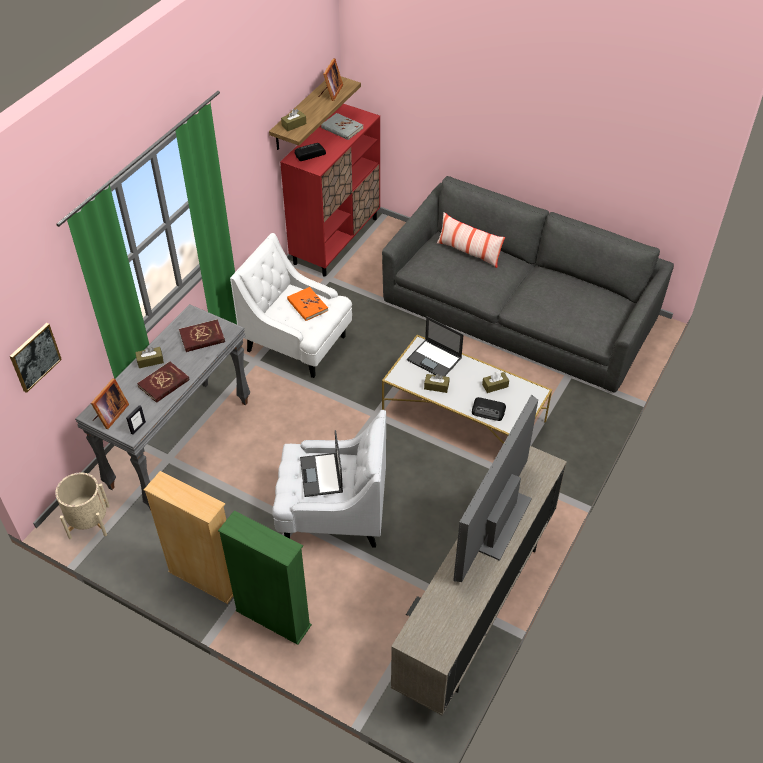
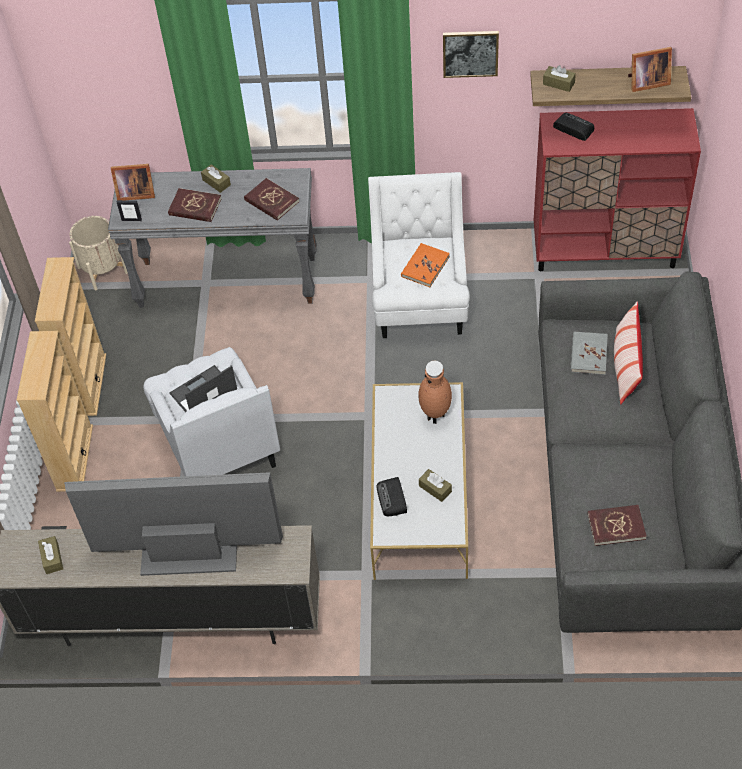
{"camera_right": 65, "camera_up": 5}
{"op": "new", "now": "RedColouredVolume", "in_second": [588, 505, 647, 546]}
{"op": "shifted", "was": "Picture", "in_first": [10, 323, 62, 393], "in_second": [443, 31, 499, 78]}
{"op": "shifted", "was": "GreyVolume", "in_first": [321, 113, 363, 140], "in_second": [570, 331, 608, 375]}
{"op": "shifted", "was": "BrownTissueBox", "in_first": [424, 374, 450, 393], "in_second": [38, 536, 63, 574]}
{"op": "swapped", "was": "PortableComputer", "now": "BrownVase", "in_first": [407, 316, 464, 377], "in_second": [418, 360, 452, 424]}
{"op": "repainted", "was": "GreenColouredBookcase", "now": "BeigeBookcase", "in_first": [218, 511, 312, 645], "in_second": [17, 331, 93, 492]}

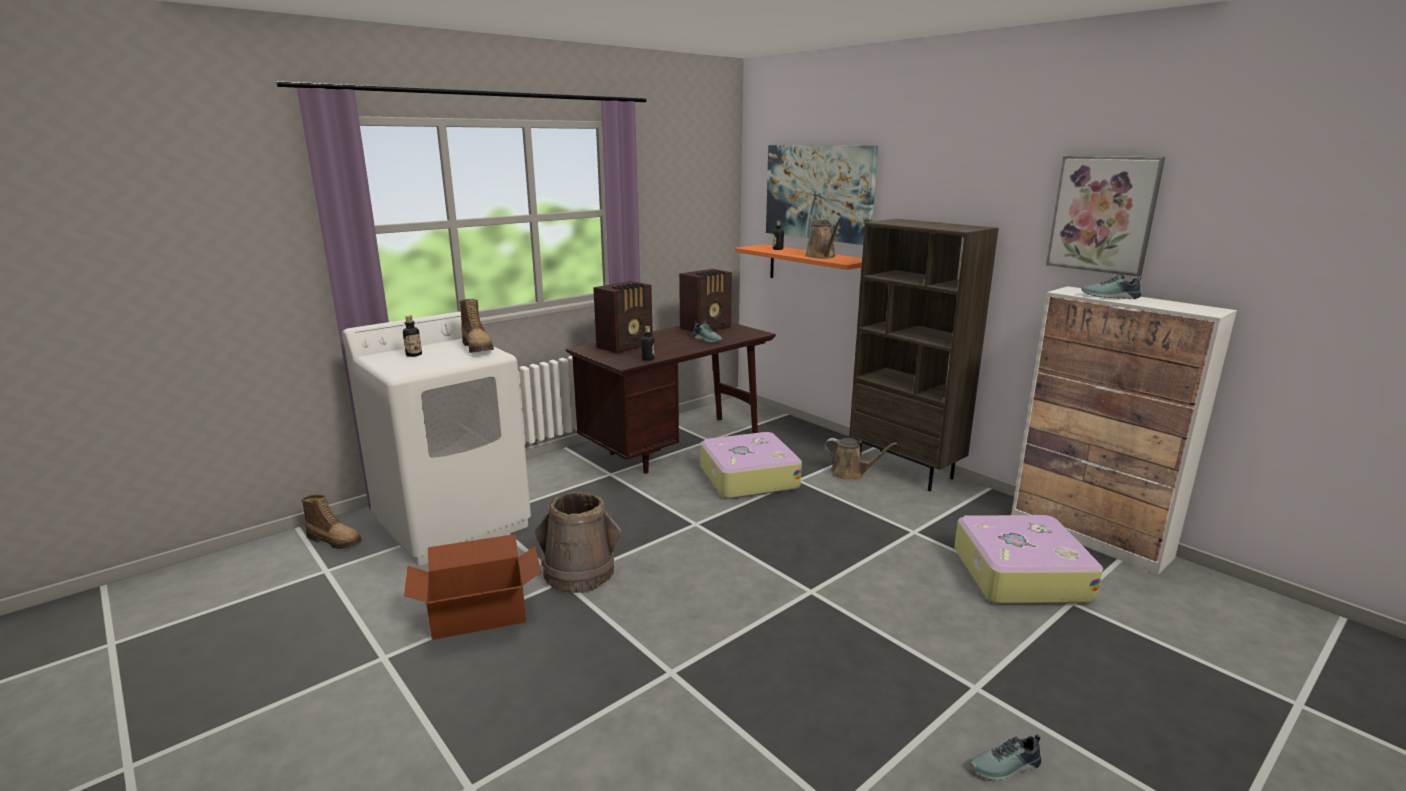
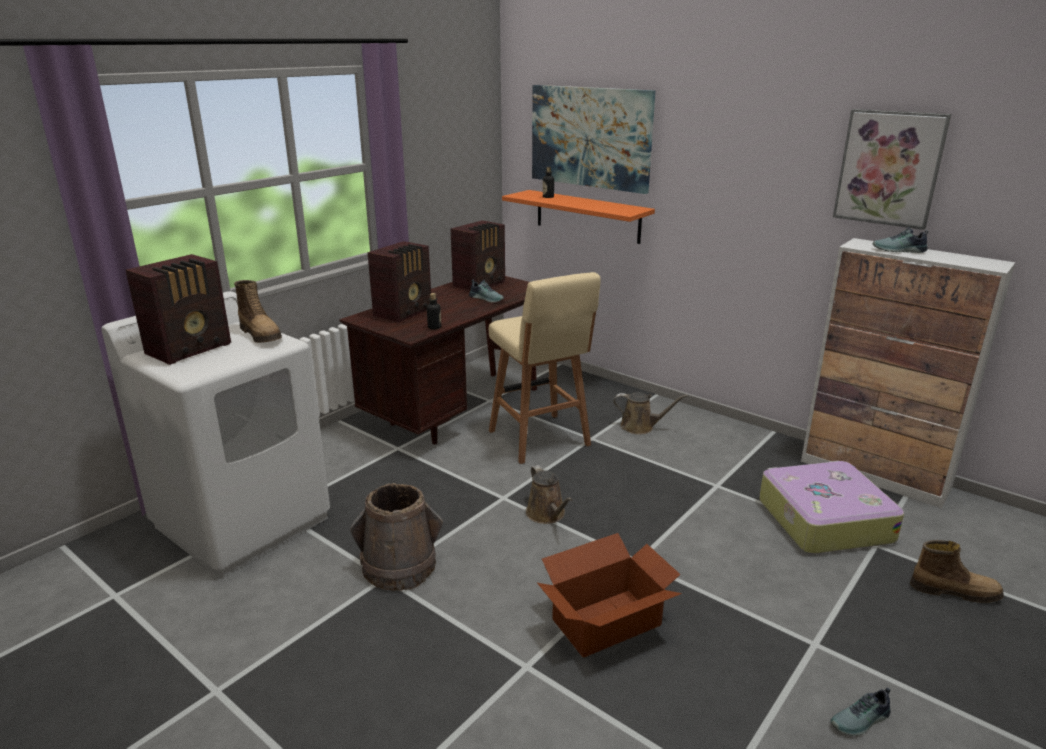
{"camera_right": -10, "camera_up": 5}
{"op": "gone", "was": "BrownBookcase", "in_first": [849, 219, 999, 491]}
{"op": "shifted", "was": "HighTopBoot", "in_first": [301, 494, 362, 549], "in_second": [910, 540, 1004, 603]}
{"op": "shifted", "was": "PackingBox", "in_first": [404, 534, 541, 640], "in_second": [537, 533, 682, 658]}
{"op": "shifted", "was": "BrownWateringCan", "in_first": [805, 220, 841, 258], "in_second": [526, 465, 573, 524]}
{"op": "swapped", "was": "Bottle", "now": "RadioSet", "in_first": [403, 316, 422, 357], "in_second": [125, 254, 231, 365]}
{"op": "swapped", "was": "TravelCase", "now": "BeigeStoolSeat", "in_first": [700, 432, 802, 499], "in_second": [489, 272, 601, 464]}

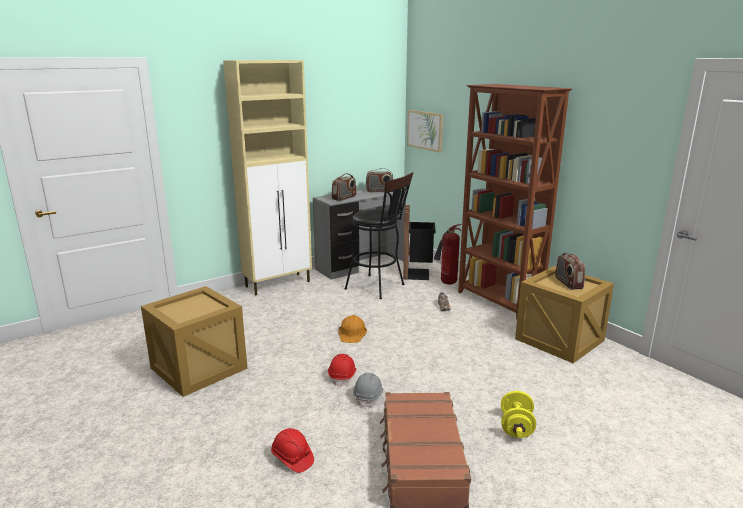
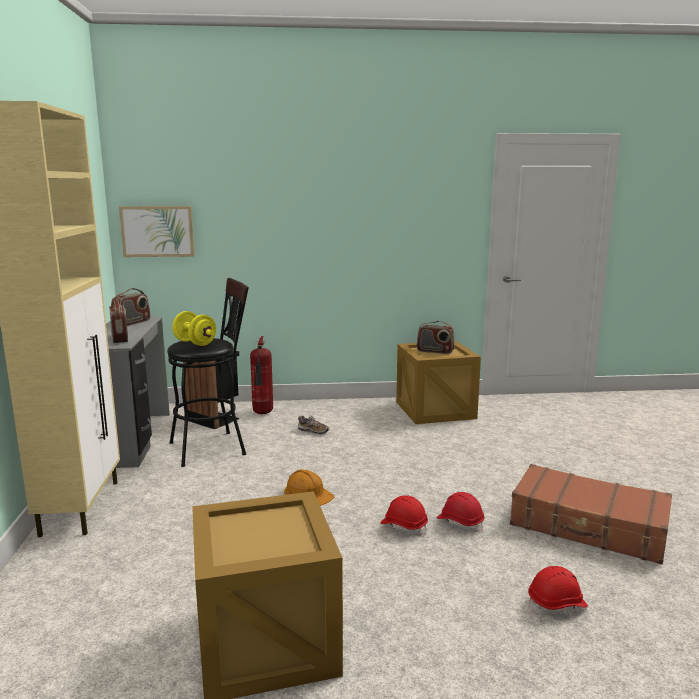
{"camera_right": -60, "camera_up": -5}
{"op": "gone", "was": "BrownBookcase", "in_first": [458, 84, 572, 320]}
{"op": "shifted", "was": "YellowColouredDumbbell", "in_first": [501, 391, 536, 438], "in_second": [172, 311, 216, 346]}
{"op": "repainted", "was": "GreySafetyHelmet", "now": "RedColouredSafetyHelmet", "in_first": [353, 373, 384, 409], "in_second": [437, 492, 485, 533]}

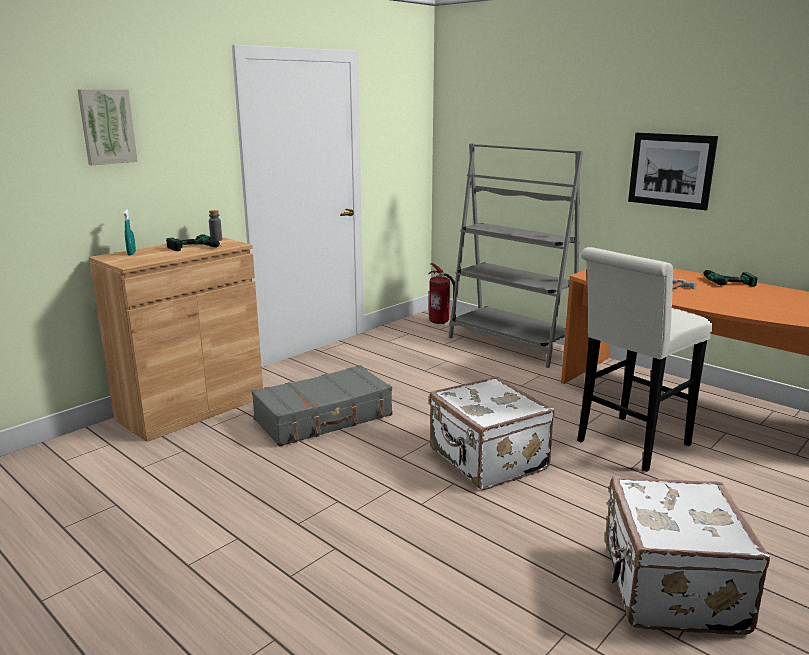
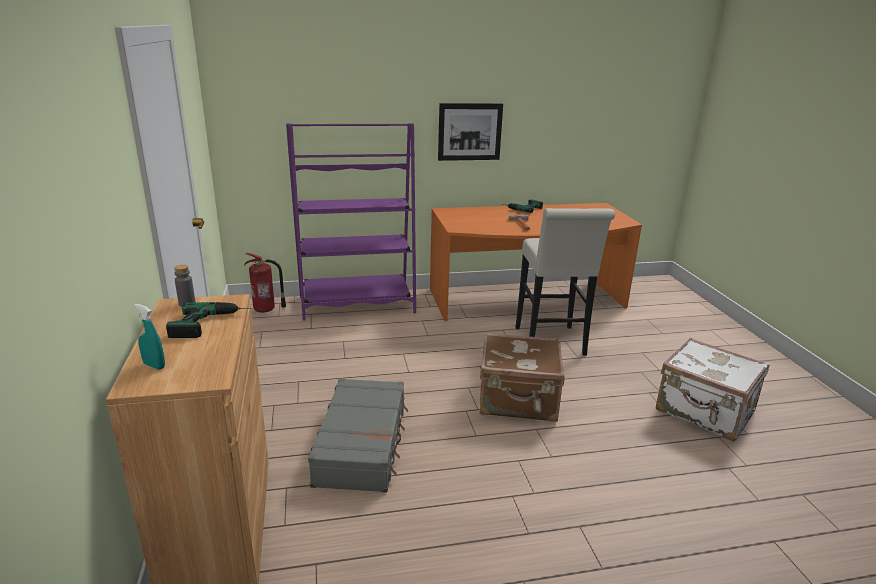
{"camera_right": -55, "camera_up": 5}
{"op": "gone", "was": "Picture", "in_first": [78, 89, 138, 165]}
{"op": "repainted", "was": "WhiteTravelCase", "now": "BrownTravelCase", "in_first": [429, 376, 554, 490], "in_second": [480, 333, 565, 422]}
{"op": "repainted", "was": "GreyBookcase", "now": "PurpleColouredBookcase", "in_first": [449, 143, 583, 368], "in_second": [286, 123, 416, 321]}

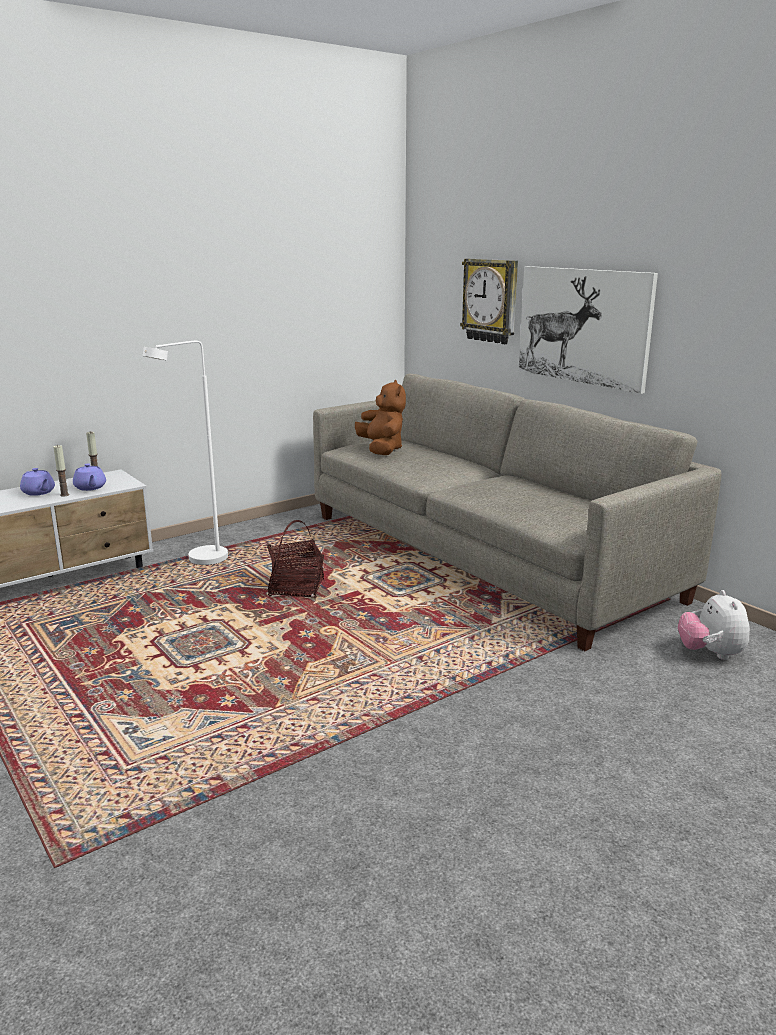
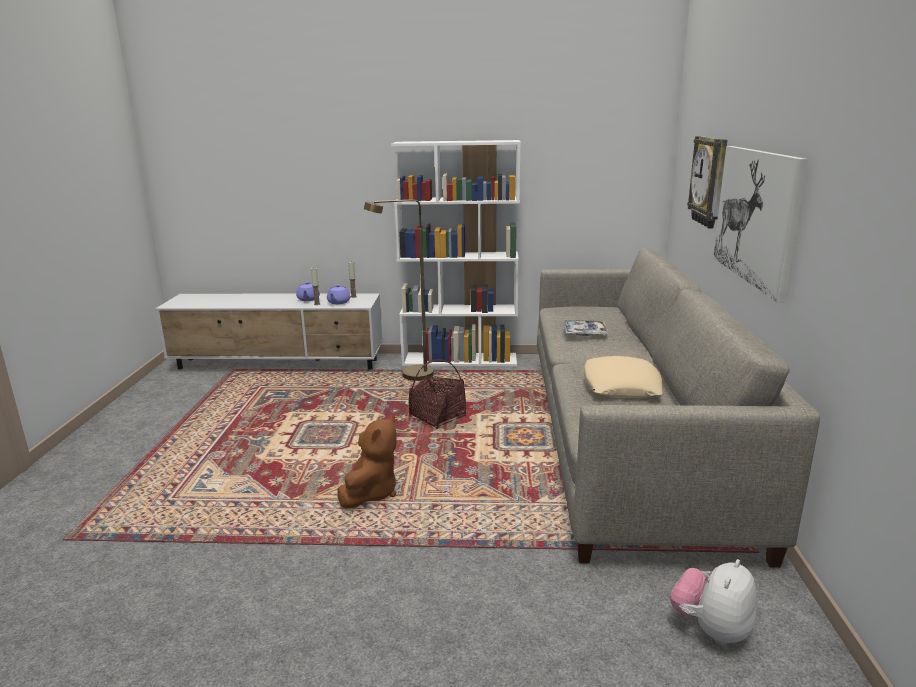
{"camera_right": 40, "camera_up": 0}
{"op": "new", "now": "WhiteBookcase", "in_second": [391, 140, 521, 366]}
{"op": "new", "now": "CarryingTray", "in_second": [564, 320, 609, 336]}
{"op": "new", "now": "BeigePillow", "in_second": [584, 356, 663, 398]}
{"op": "shifted", "was": "BrownPlushToy", "in_first": [355, 380, 406, 455], "in_second": [337, 416, 397, 508]}
{"op": "repainted", "was": "WhiteStandingLamp", "now": "BrownStandingLamp", "in_first": [143, 341, 228, 565], "in_second": [364, 200, 434, 381]}

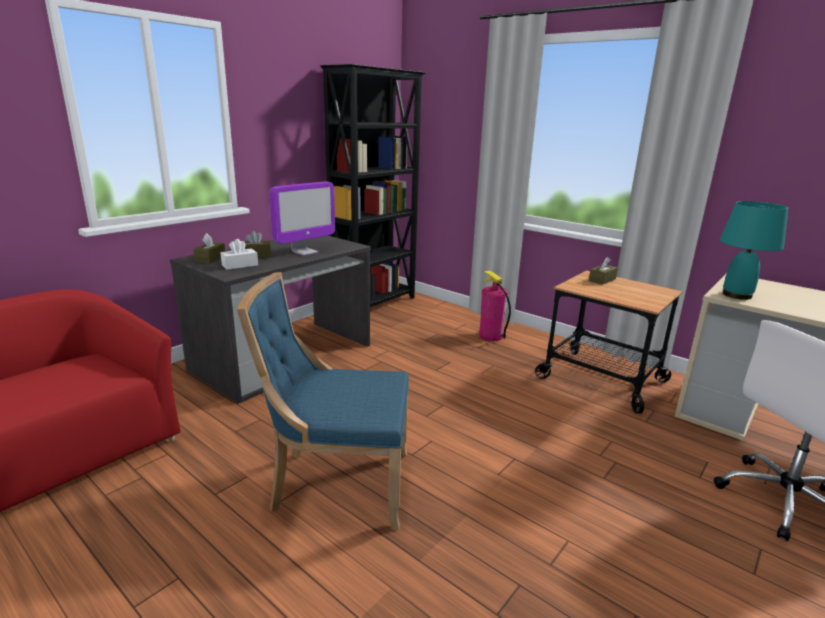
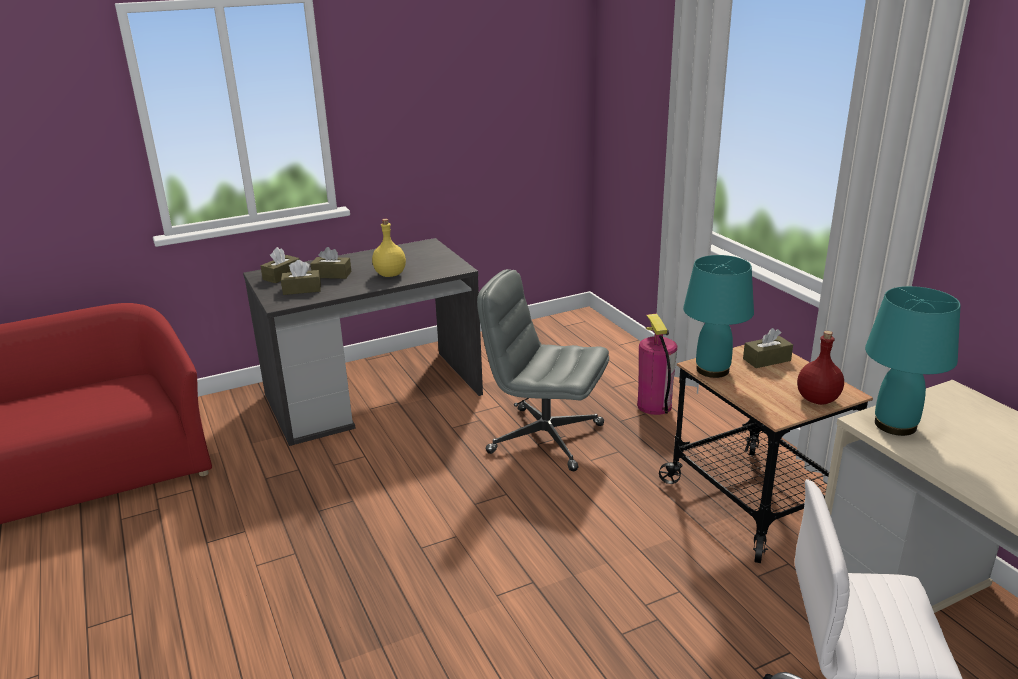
{"camera_right": 25, "camera_up": 5}
{"op": "gone", "was": "BluishPlainChair", "in_first": [237, 272, 409, 530]}
{"op": "gone", "was": "BlackColouredBookcase", "in_first": [320, 64, 426, 307]}
{"op": "new", "now": "GreyComputerChair", "in_second": [477, 269, 609, 471]}
{"op": "new", "now": "TurquoiseTabletopLamp", "in_second": [683, 255, 754, 378]}
{"op": "new", "now": "RedColouredBottle", "in_second": [797, 331, 844, 405]}
{"op": "swapped", "was": "ComputerScreen", "now": "YellowColouredBottle", "in_first": [270, 181, 335, 256], "in_second": [372, 219, 406, 277]}
{"op": "repainted", "was": "WhiteTissueBox", "now": "BrownTissueBox", "in_first": [220, 239, 258, 270], "in_second": [281, 260, 321, 295]}

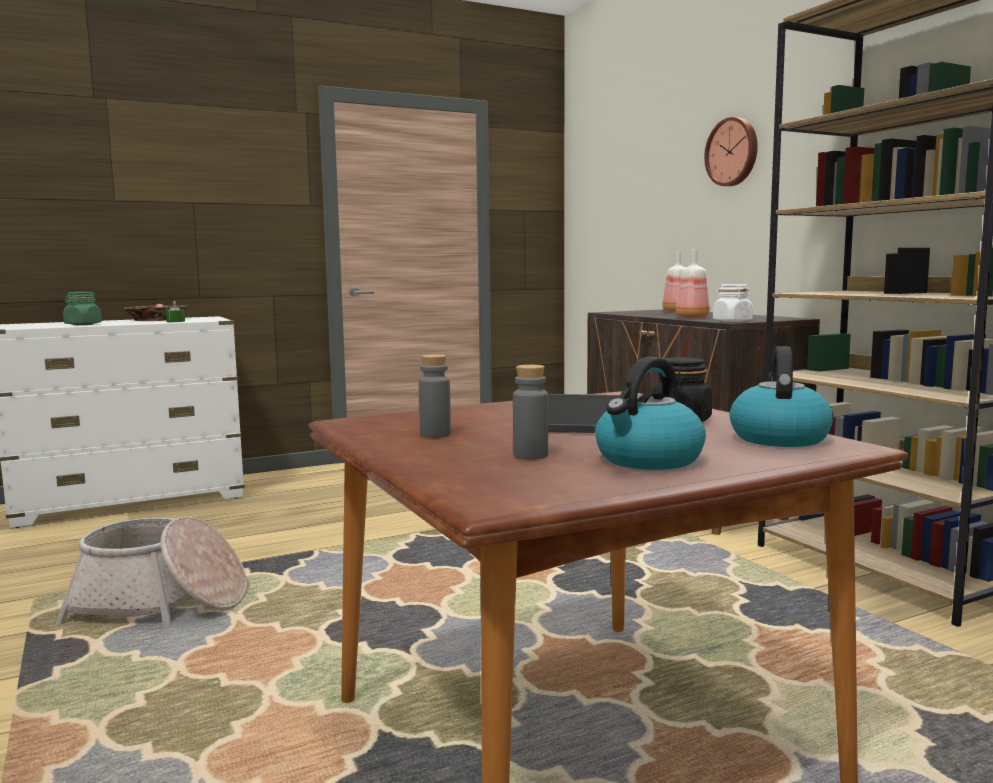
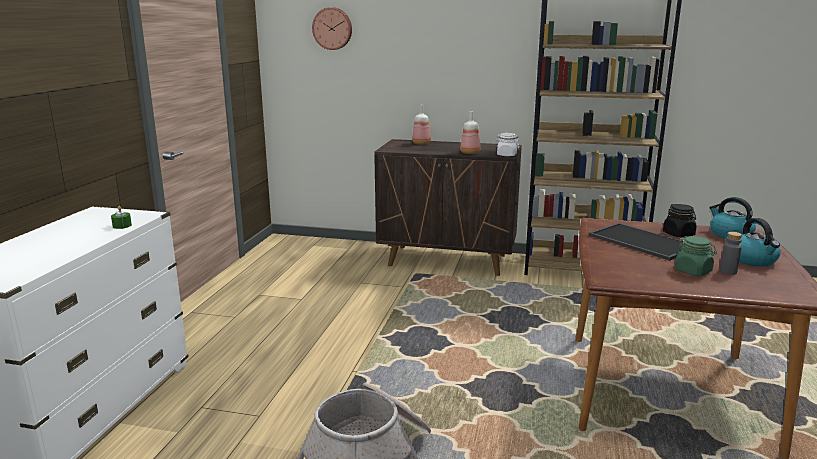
{"camera_right": -50, "camera_up": 10}
{"op": "gone", "was": "ServingBowl", "in_first": [124, 304, 187, 321]}
{"op": "gone", "was": "GreyBottle", "in_first": [419, 354, 451, 438]}
{"op": "shifted", "was": "GreenColouredJar", "in_first": [63, 292, 102, 325], "in_second": [675, 236, 717, 276]}
{"op": "shifted", "was": "HangingClock", "in_first": [704, 117, 758, 186], "in_second": [312, 7, 352, 50]}

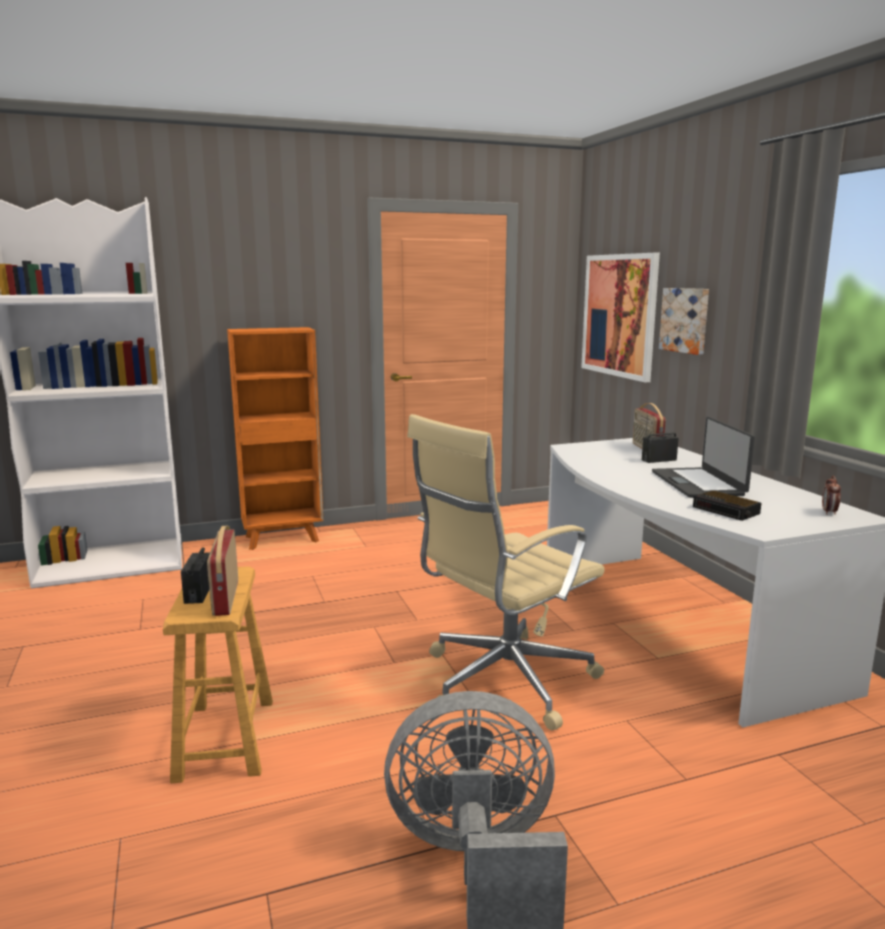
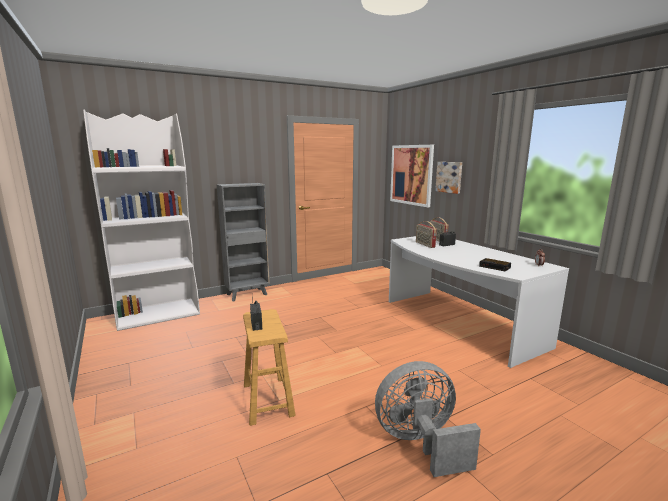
{"camera_right": -10, "camera_up": 0}
{"op": "gone", "was": "BeigeComputerChair", "in_first": [407, 414, 605, 730]}
{"op": "gone", "was": "PortableComputer", "in_first": [652, 417, 755, 498]}
{"op": "shifted", "was": "RadioSet", "in_first": [207, 526, 238, 616], "in_second": [416, 221, 437, 248]}
{"op": "repainted", "was": "OrangeColouredBookcase", "now": "GreyBookcase", "in_first": [227, 327, 323, 550], "in_second": [217, 183, 270, 301]}

